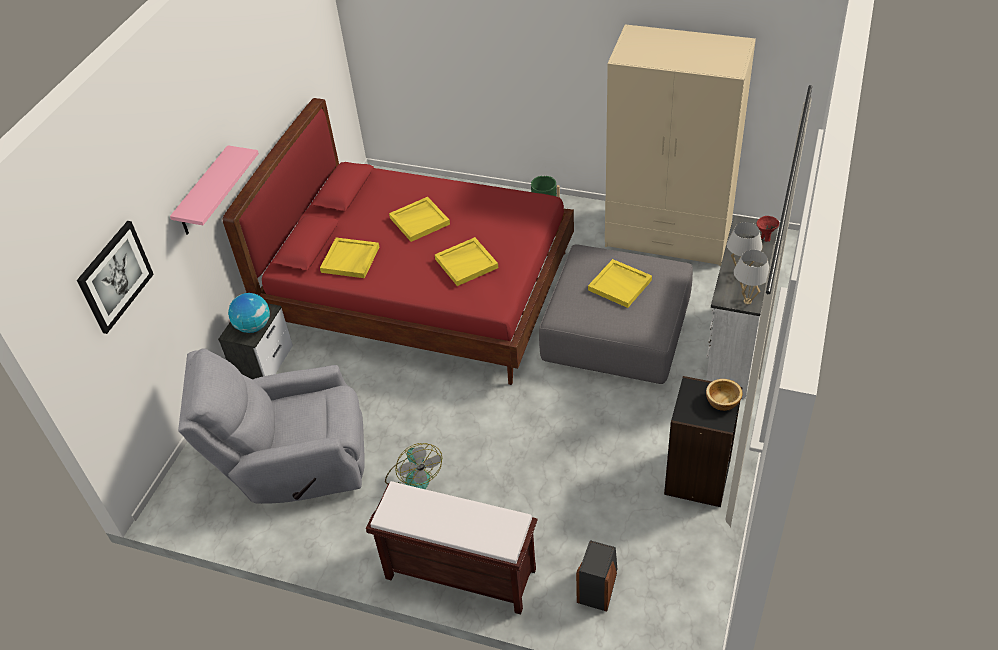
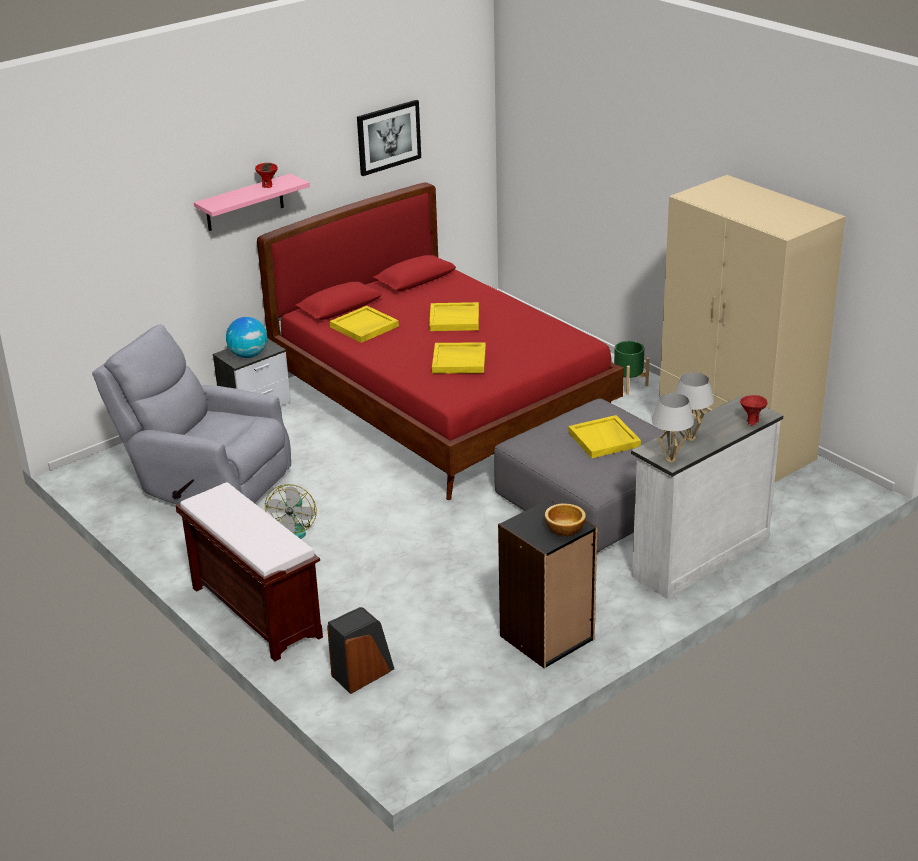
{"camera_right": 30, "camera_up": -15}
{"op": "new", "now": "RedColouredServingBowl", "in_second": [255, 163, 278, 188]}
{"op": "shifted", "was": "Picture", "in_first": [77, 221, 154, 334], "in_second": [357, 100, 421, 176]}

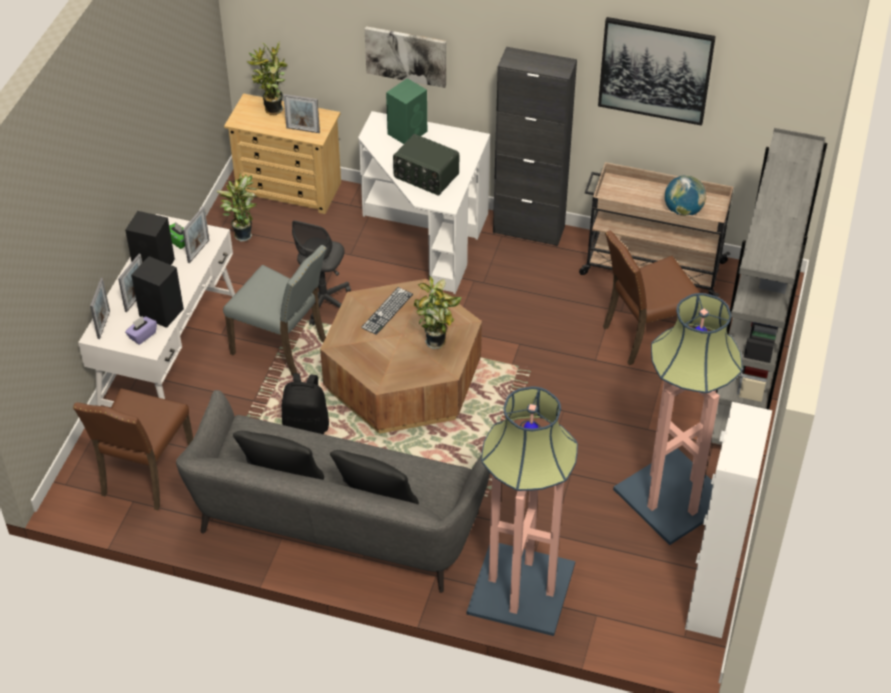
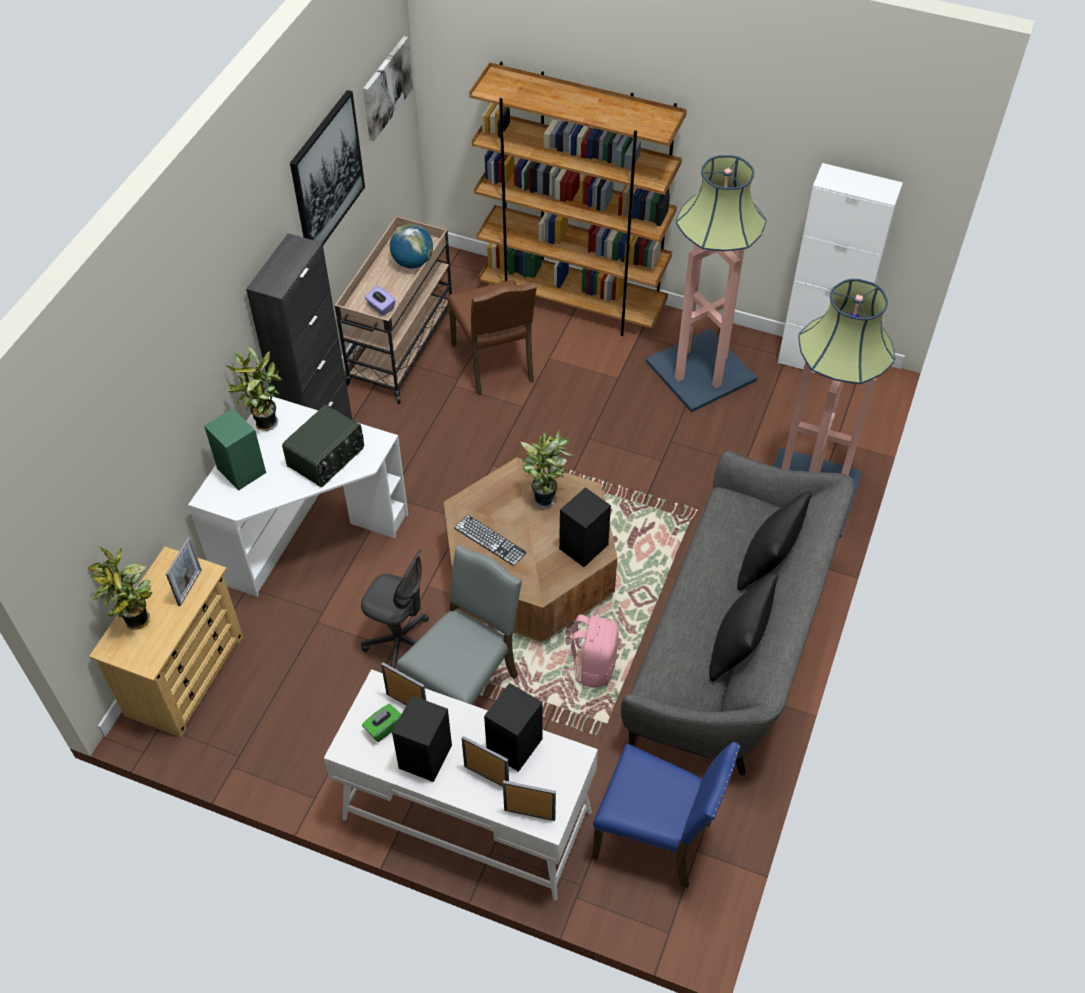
{"camera_right": -85, "camera_up": 5}
{"op": "new", "now": "BlackColouredLoudspeaker", "in_second": [559, 487, 611, 567]}
{"op": "shifted", "was": "PurpleColouredTissueBox", "in_first": [125, 316, 157, 345], "in_second": [365, 286, 395, 316]}
{"op": "shifted", "was": "PlantInAPot", "in_first": [217, 173, 258, 242], "in_second": [226, 347, 282, 431]}
{"op": "shifted", "was": "Picture", "in_first": [365, 26, 446, 88], "in_second": [363, 36, 413, 141]}
{"op": "repainted", "was": "BrownPlainChair", "now": "BluishPlainChair", "in_first": [73, 388, 193, 510], "in_second": [592, 742, 741, 888]}
{"op": "repainted", "was": "BlackColouredBackpack", "now": "PinkBackpack", "in_first": [281, 373, 329, 434], "in_second": [562, 615, 618, 688]}
{"op": "repainted", "was": "GreyBookcase", "now": "BrownBookcase", "in_first": [711, 128, 827, 445], "in_second": [469, 62, 687, 336]}

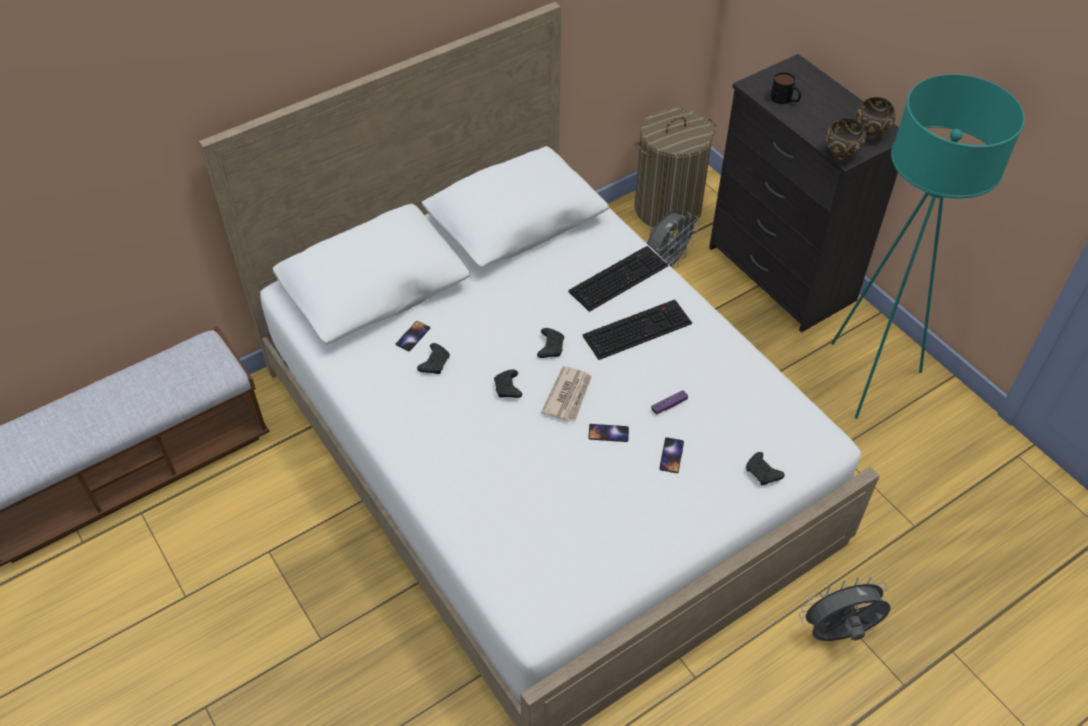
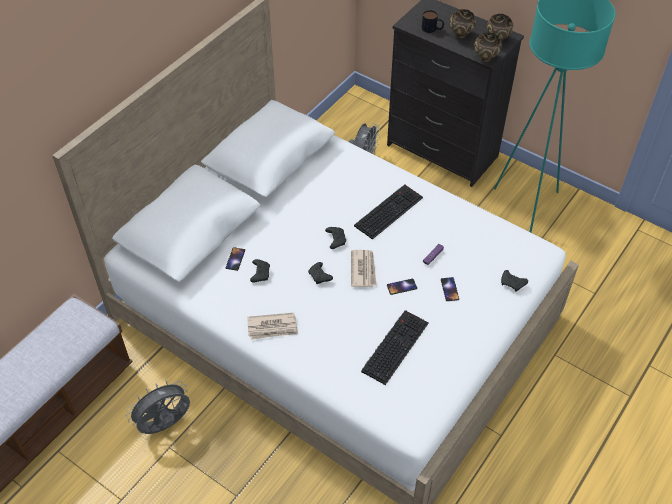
{"camera_right": -20, "camera_up": 0}
{"op": "gone", "was": "LaundryBasket", "in_first": [634, 108, 717, 231]}
{"op": "new", "now": "DailyPaper", "in_second": [247, 313, 298, 340]}
{"op": "new", "now": "BrownServingBowl", "in_second": [450, 9, 476, 38]}
{"op": "shifted", "was": "ComputerKeyboard", "in_first": [569, 246, 668, 312], "in_second": [361, 310, 429, 385]}
{"op": "shifted", "was": "GreyElectricFan", "in_first": [799, 577, 890, 641], "in_second": [126, 380, 190, 434]}

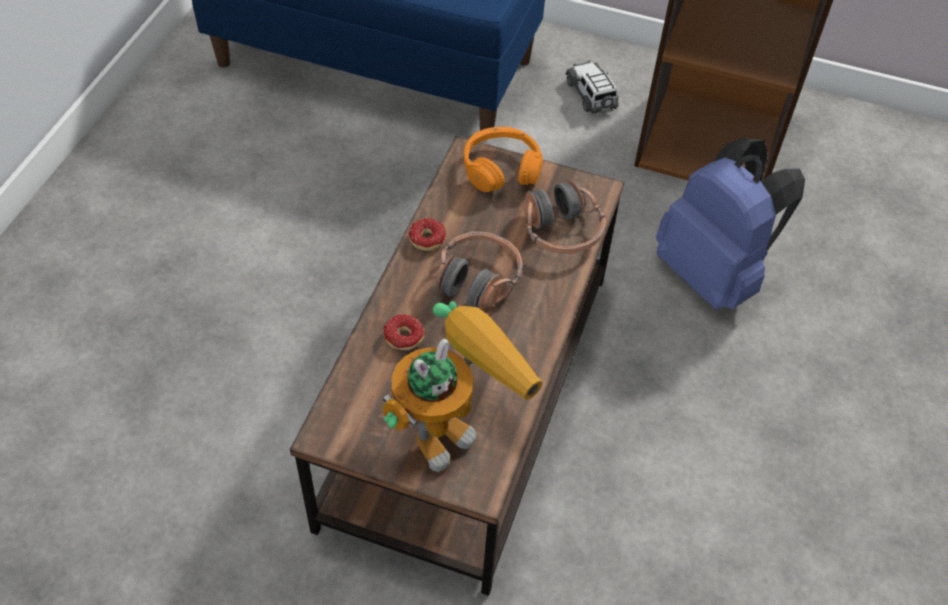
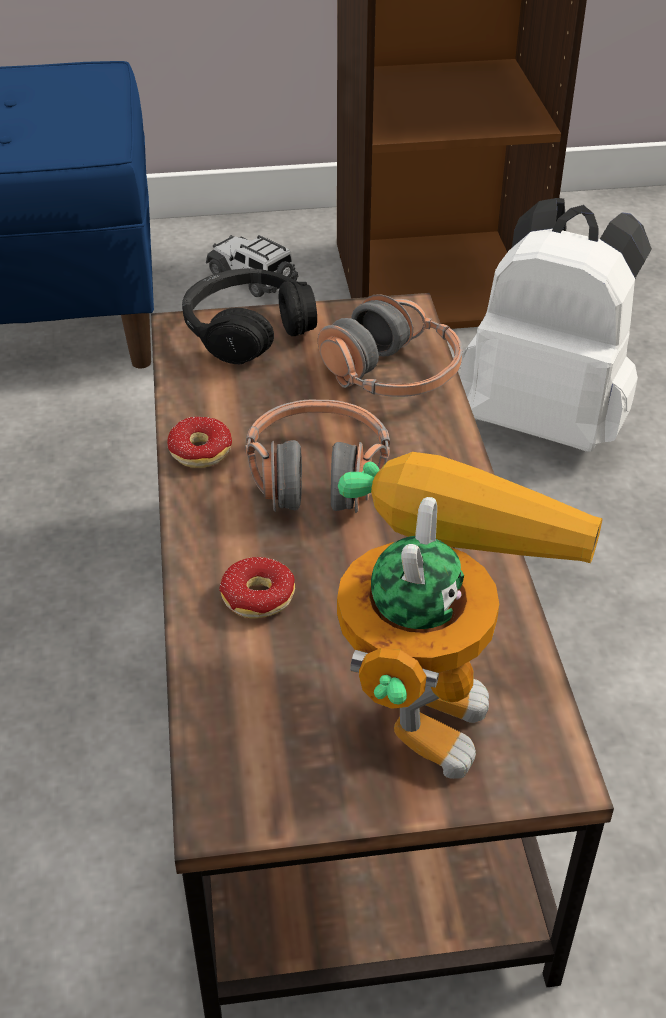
{"camera_right": -25, "camera_up": -10}
{"op": "repainted", "was": "OrangeColouredPairOfHeadphones", "now": "BlackColouredPairOfHeadphones", "in_first": [463, 127, 543, 192], "in_second": [182, 268, 317, 364]}
{"op": "repainted", "was": "BluishBackpack", "now": "WhiteBackpack", "in_first": [656, 138, 805, 310], "in_second": [460, 198, 652, 452]}

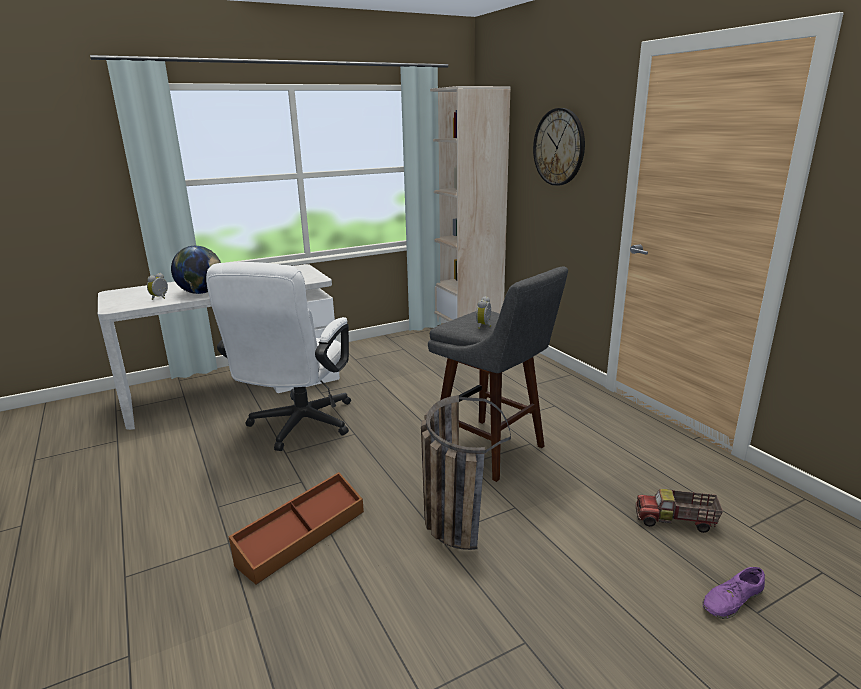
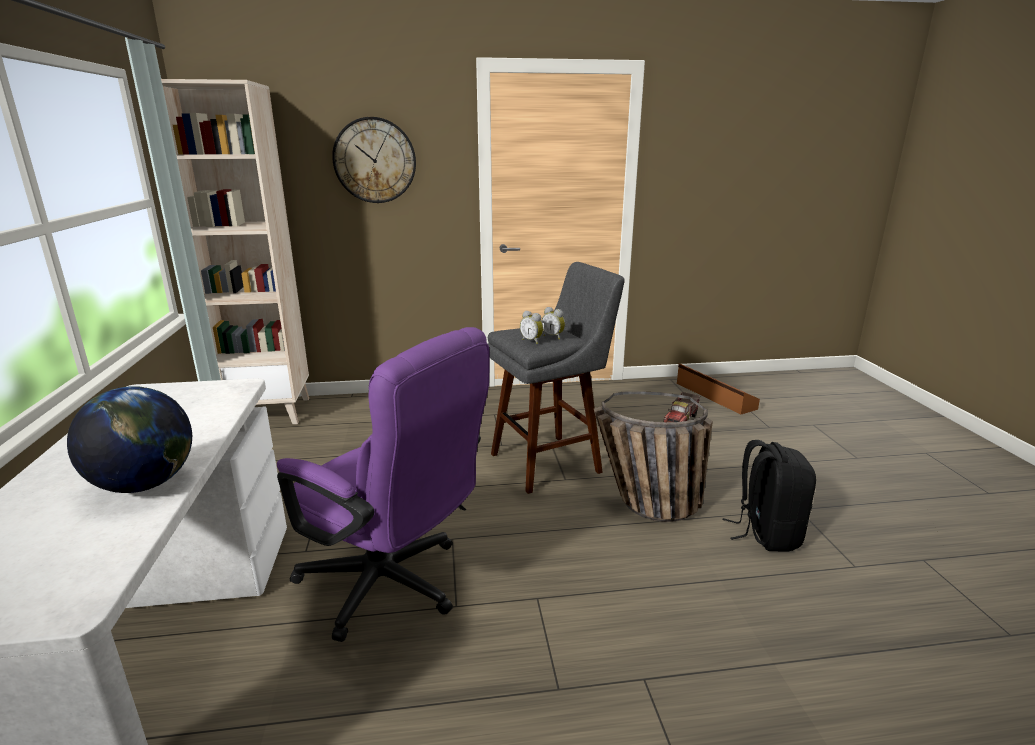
{"camera_right": -70, "camera_up": 0}
{"op": "gone", "was": "PurpleColouredLowShoe", "in_first": [702, 567, 765, 619]}
{"op": "new", "now": "BlackColouredBackpack", "in_second": [723, 440, 816, 552]}
{"op": "shifted", "was": "BedsideClock", "in_first": [147, 273, 168, 300], "in_second": [520, 311, 544, 344]}
{"op": "shifted", "was": "BrownStorageBin", "in_first": [229, 472, 364, 584], "in_second": [677, 364, 760, 415]}
{"op": "repainted", "was": "WhiteComputerChair", "now": "PurpleColouredComputerChair", "in_first": [206, 262, 351, 451], "in_second": [277, 327, 489, 642]}

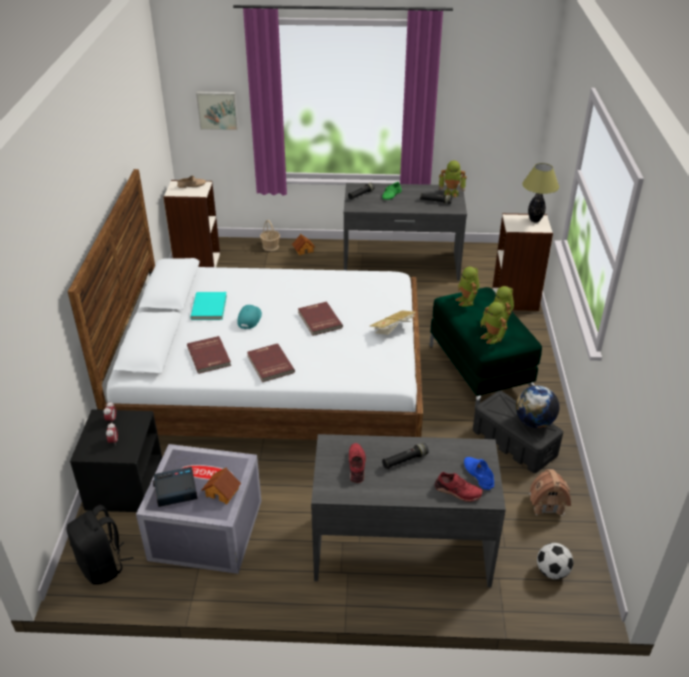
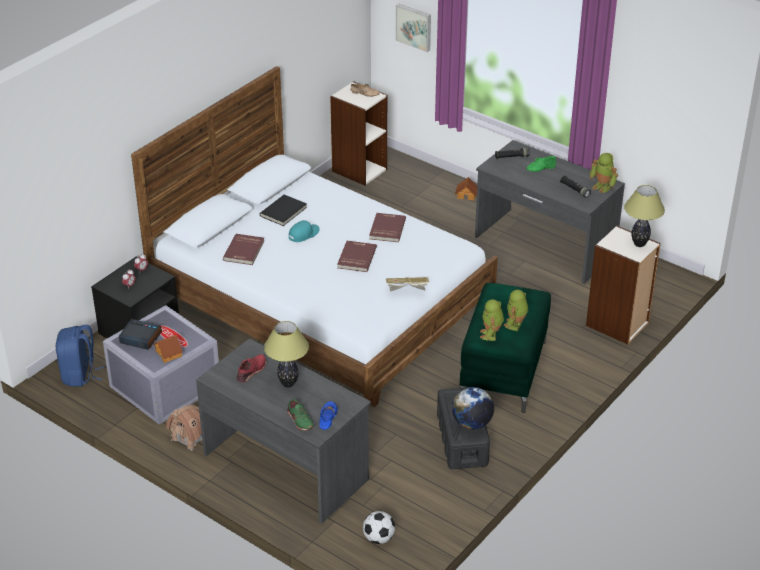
{"camera_right": 35, "camera_up": 0}
{"op": "gone", "was": "StorageBasket", "in_first": [260, 220, 280, 251]}
{"op": "gone", "was": "ToyRobot", "in_first": [456, 267, 479, 307]}
{"op": "shifted", "was": "RedColouredVolume", "in_first": [247, 343, 295, 382], "in_second": [369, 213, 406, 242]}
{"op": "shifted", "was": "MiniatureHouse", "in_first": [529, 469, 571, 516], "in_second": [166, 405, 202, 451]}
{"op": "swapped", "was": "BlackColouredTorch", "now": "TabletopLamp", "in_first": [382, 443, 429, 469], "in_second": [264, 321, 309, 388]}
{"op": "repainted", "was": "BlackColouredBackpack", "now": "BluishBackpack", "in_first": [66, 505, 134, 585], "in_second": [56, 325, 105, 386]}
{"op": "repainted", "was": "TurquoiseVolume", "now": "BlackColouredVolume", "in_first": [190, 292, 227, 320], "in_second": [260, 195, 307, 226]}
{"op": "repainted", "was": "RedColouredLowShoe", "now": "GreenColouredLowShoe", "in_first": [435, 472, 483, 502], "in_second": [287, 399, 314, 431]}

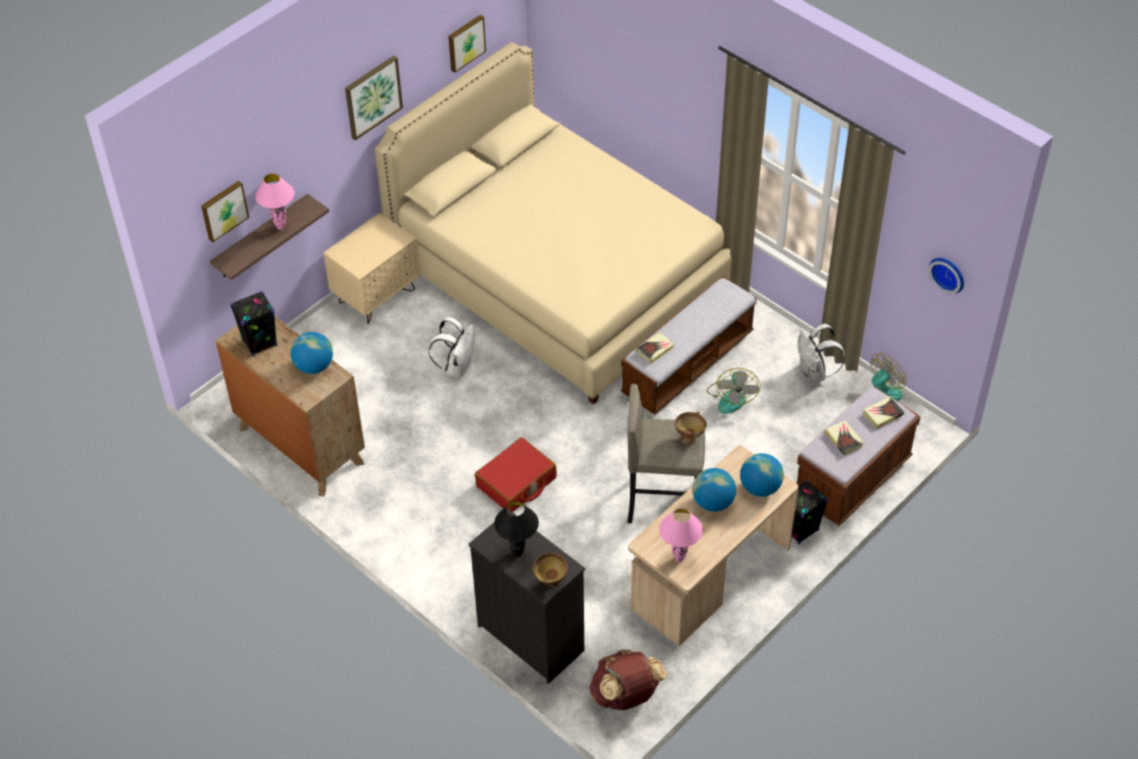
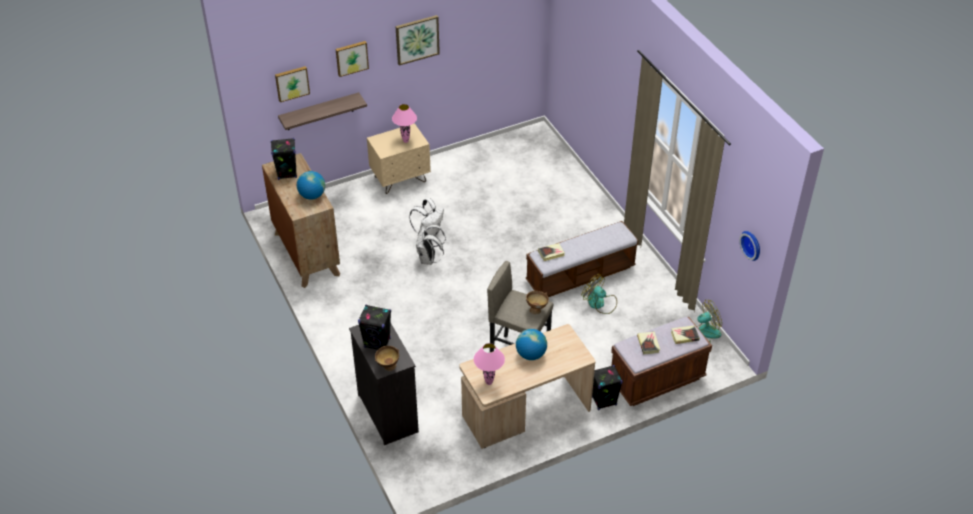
{"camera_right": 20, "camera_up": -5}
{"op": "gone", "was": "BeigeBedroomBed", "in_first": [375, 42, 731, 405]}
{"op": "gone", "was": "RedColouredTravelCase", "in_first": [475, 437, 556, 512]}
{"op": "gone", "was": "BrownBackpack", "in_first": [589, 649, 667, 710]}
{"op": "gone", "was": "Globe", "in_first": [740, 453, 784, 497]}
{"op": "shifted", "was": "PinkTabletopLamp", "in_first": [255, 173, 294, 230], "in_second": [392, 104, 417, 143]}
{"op": "shifted", "was": "Picture", "in_first": [448, 15, 486, 73], "in_second": [336, 41, 369, 77]}
{"op": "shifted", "was": "WhiteBackpack", "in_first": [797, 324, 845, 383], "in_second": [416, 225, 446, 265]}
{"op": "swapped", "was": "BlackColouredTabletopLamp", "now": "BlackColouredLoudspeaker", "in_first": [494, 501, 539, 557], "in_second": [358, 305, 391, 350]}
{"op": "rotated", "was": "ElectricFan", "in_first": [707, 368, 761, 414], "in_second": [581, 274, 617, 314], "clockwise": 105}

